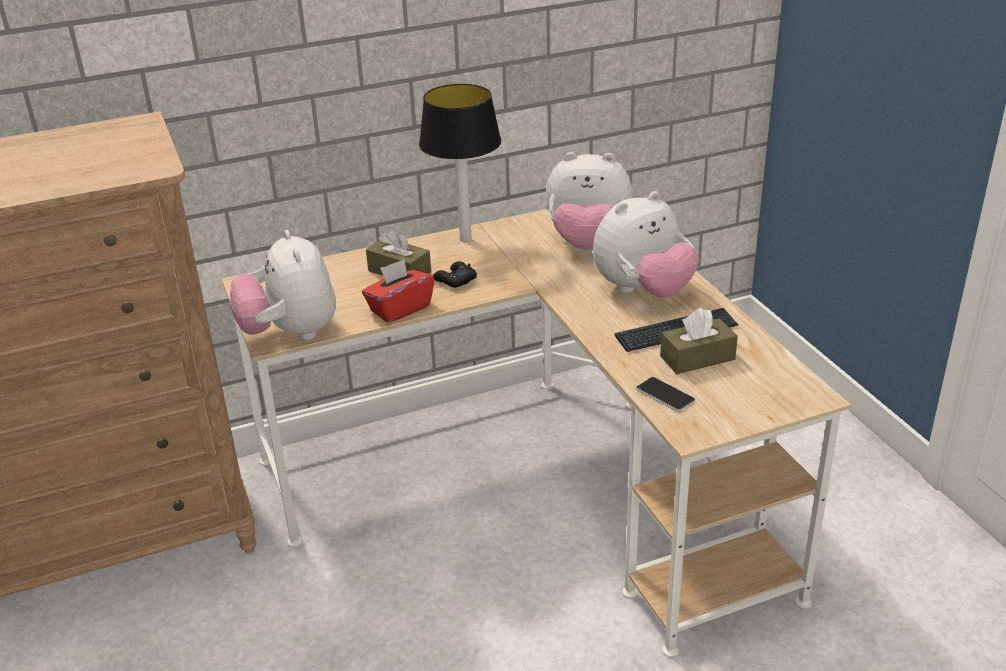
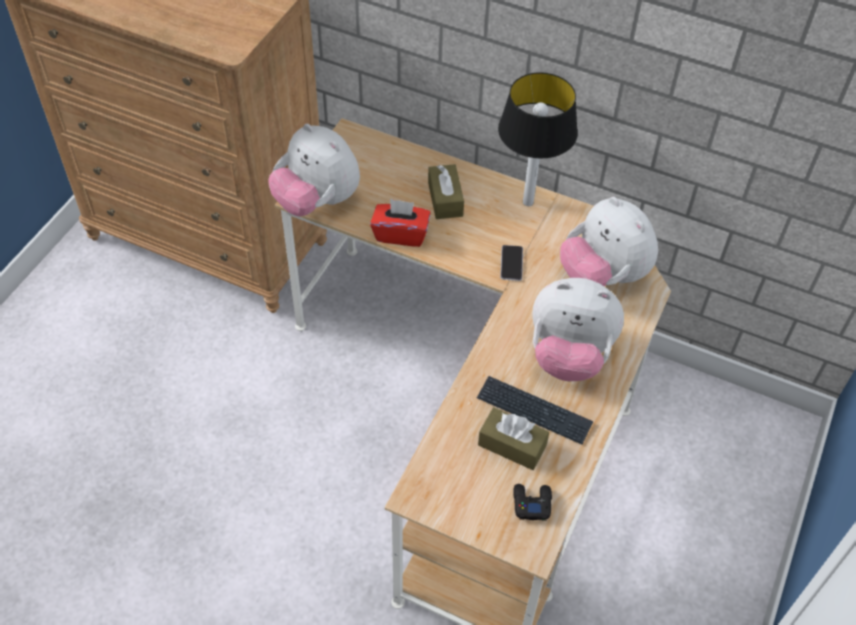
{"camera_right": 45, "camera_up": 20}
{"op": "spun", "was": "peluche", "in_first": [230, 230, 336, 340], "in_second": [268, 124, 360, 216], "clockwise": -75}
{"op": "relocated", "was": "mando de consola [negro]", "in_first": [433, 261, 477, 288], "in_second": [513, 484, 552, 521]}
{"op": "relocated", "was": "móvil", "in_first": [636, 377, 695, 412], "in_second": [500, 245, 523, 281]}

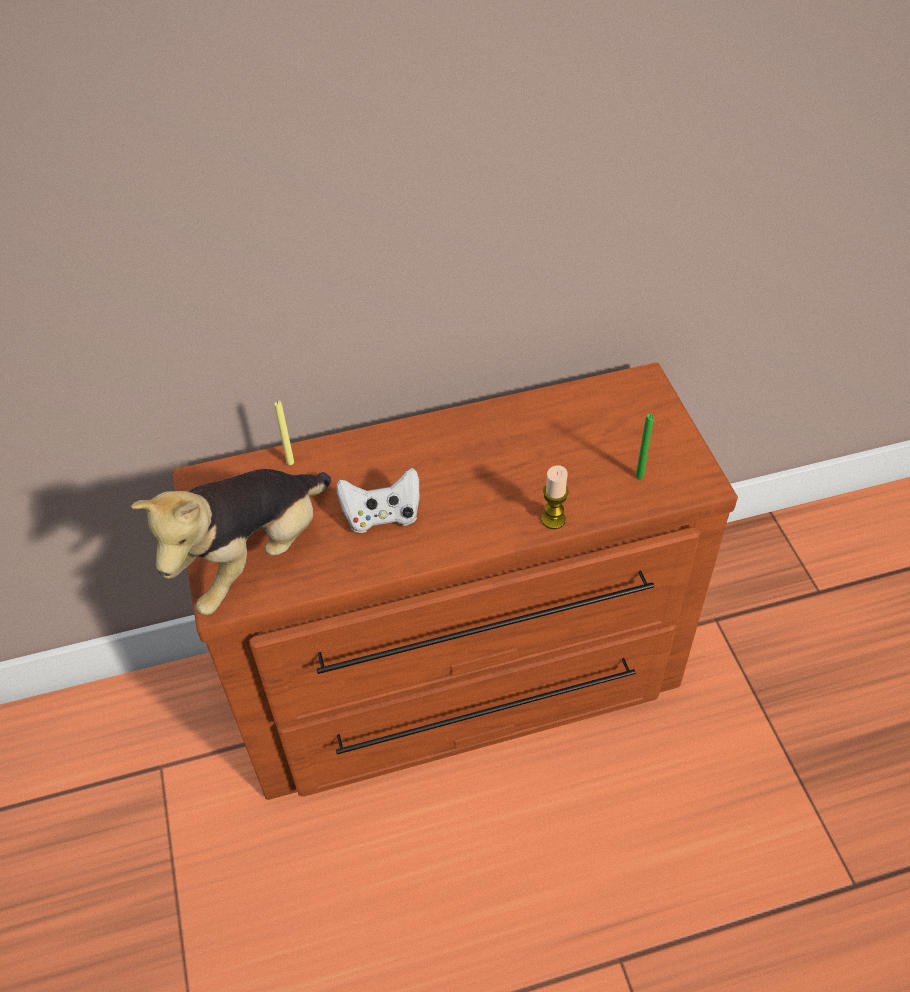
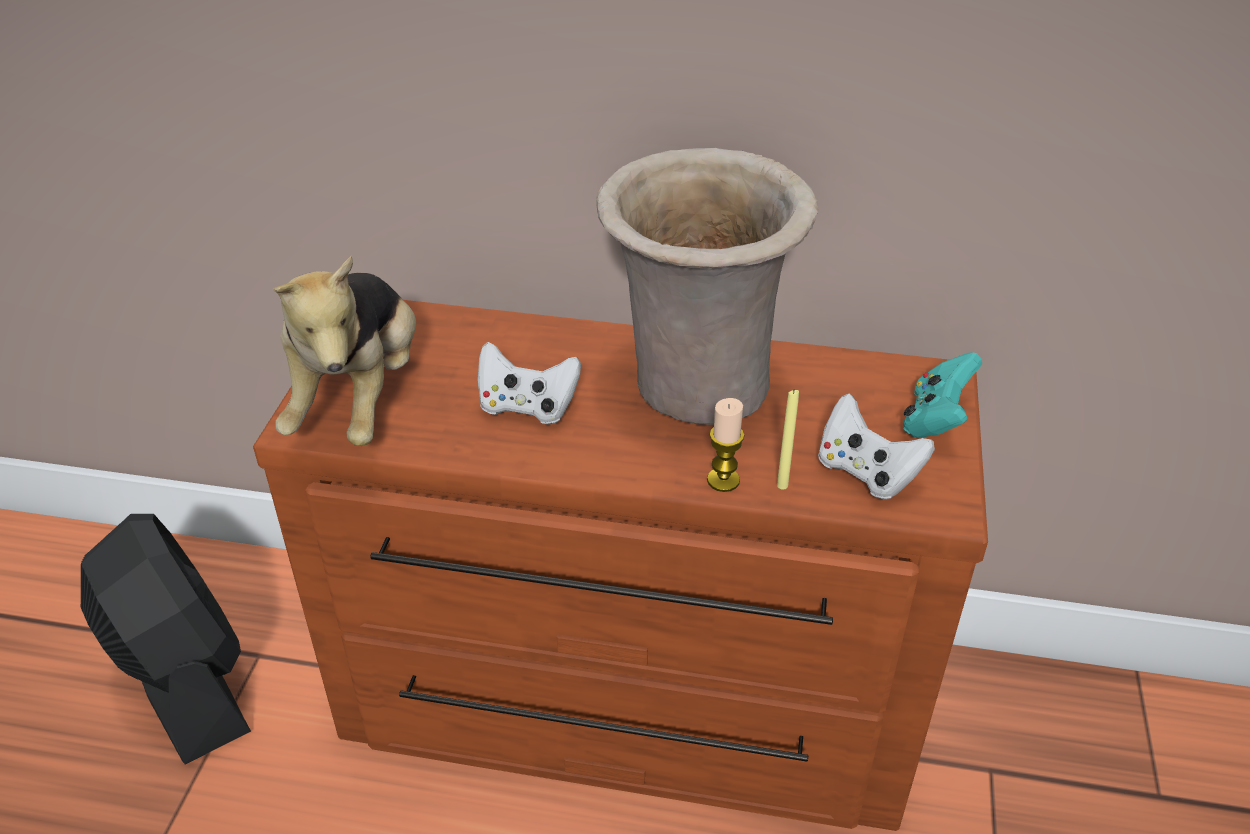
{"camera_right": 25, "camera_up": -10}
{"op": "spun", "was": "peluche", "in_first": [131, 469, 331, 615], "in_second": [273, 256, 416, 446], "clockwise": -60}
{"op": "relocated", "was": "vela [amarillo]", "in_first": [274, 401, 294, 465], "in_second": [777, 390, 799, 490]}
{"op": "exchanged", "was": "vela [verde]", "now": "mando de consola [blanco]", "in_first": [636, 414, 653, 479], "in_second": [818, 394, 935, 500]}
{"op": "appeared", "now": "ventilador [negro]", "in_second": [81, 514, 251, 765]}
{"op": "appeared", "now": "florero [beis]", "in_second": [596, 148, 818, 425]}
{"op": "appeared", "now": "mando de consola [turquesa]", "in_second": [903, 352, 982, 438]}

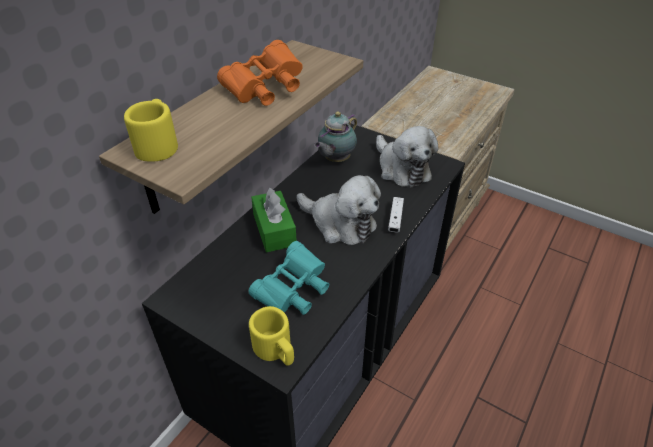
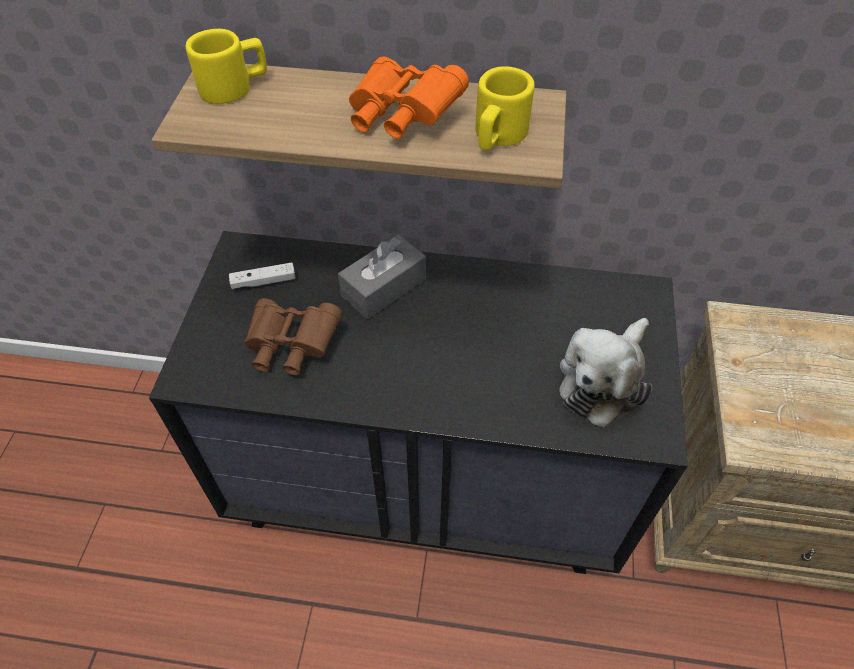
{"camera_right": 65, "camera_up": 10}
{"op": "colour", "was": "prismáticos [turquesa]", "now": "prismáticos [marrón]", "in_first": [248, 241, 329, 315], "in_second": [244, 298, 342, 375]}
{"op": "relocated", "was": "taza grande [amarillo]", "in_first": [249, 306, 294, 366], "in_second": [475, 66, 535, 150]}
{"op": "colour", "was": "caja de pañuelos [verde]", "now": "caja de pañuelos [gris]", "in_first": [251, 188, 297, 252], "in_second": [338, 235, 426, 319]}
{"op": "missing", "was": "peluche", "in_first": [297, 175, 381, 245]}
{"op": "missing", "was": "tetera", "in_first": [314, 112, 357, 162]}
{"op": "relocated", "was": "mando de consola [blanco]", "in_first": [388, 197, 404, 232], "in_second": [229, 262, 295, 289]}

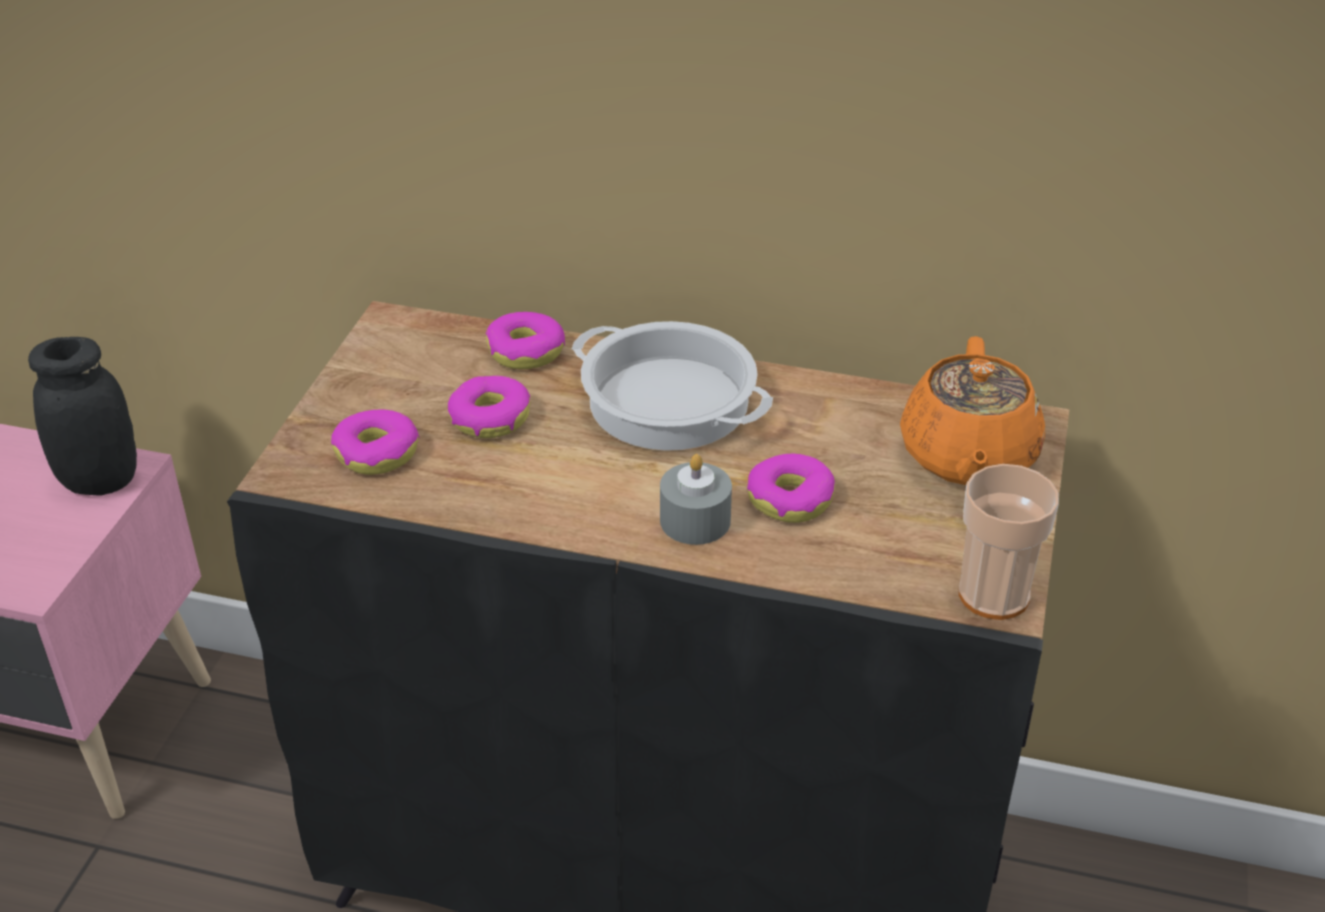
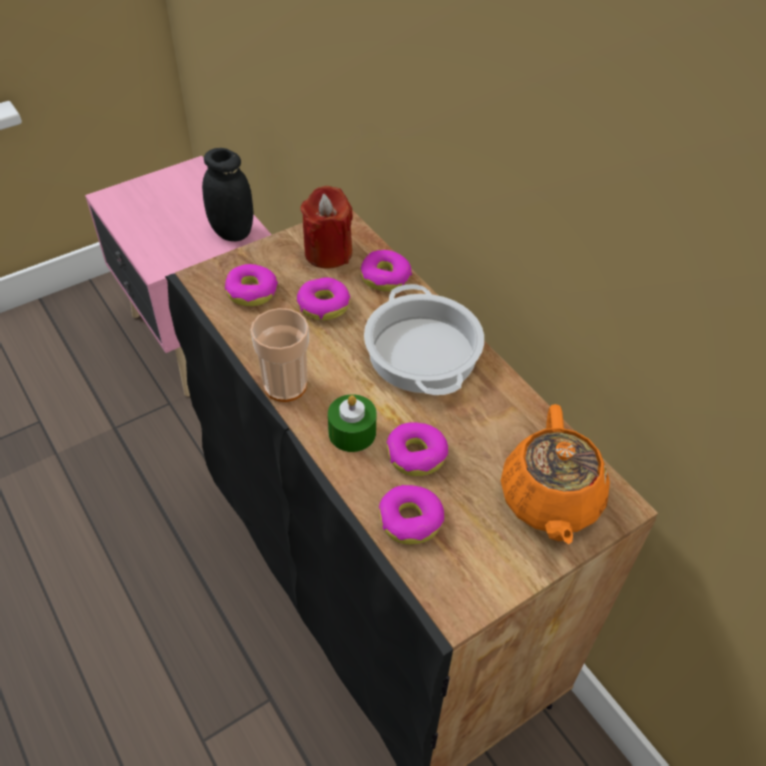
{"camera_right": 40, "camera_up": 10}
{"op": "colour", "was": "vela [gris]", "now": "vela [verde]", "in_first": [660, 454, 732, 545], "in_second": [328, 394, 377, 452]}
{"op": "spun", "was": "tetera [naranja]", "in_first": [900, 336, 1045, 485], "in_second": [500, 404, 610, 544], "clockwise": -45}
{"op": "relocated", "was": "taza", "in_first": [959, 464, 1059, 620], "in_second": [251, 308, 309, 402]}
{"op": "appeared", "now": "vela [rojo]", "in_second": [300, 186, 353, 269]}
{"op": "appeared", "now": "rosquilla", "in_second": [379, 485, 444, 545]}

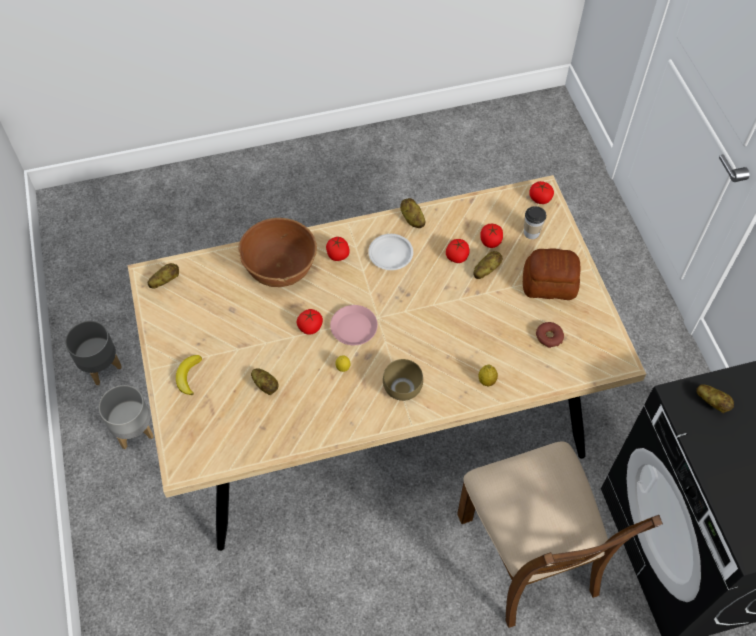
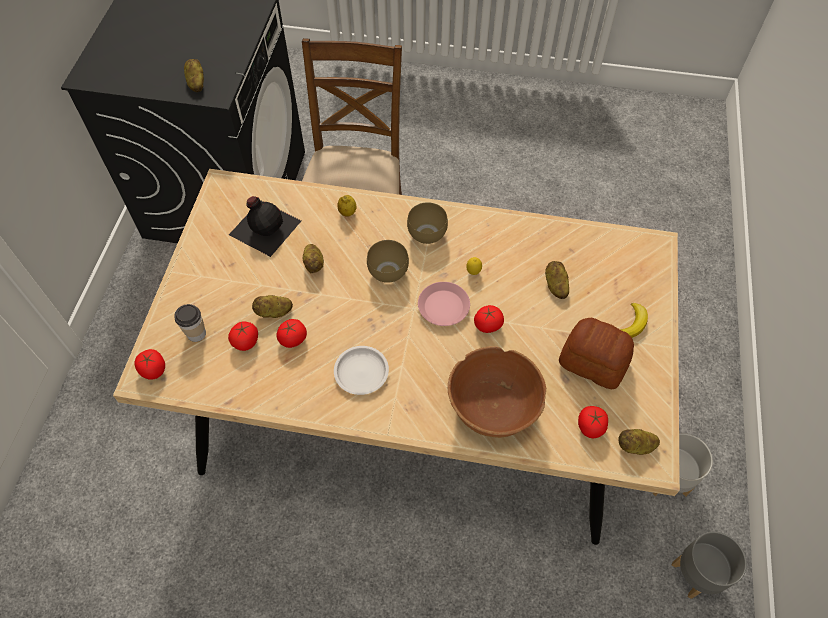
{"camera_right": -155, "camera_up": 0}
{"op": "relocated", "was": "tomate", "in_first": [326, 237, 350, 261], "in_second": [578, 406, 608, 438]}
{"op": "relocated", "was": "patata", "in_first": [400, 198, 426, 228], "in_second": [303, 244, 324, 273]}
{"op": "relocated", "was": "pan", "in_first": [523, 249, 580, 300], "in_second": [559, 318, 634, 389]}
{"op": "exchanged", "was": "rosquilla", "now": "botella [negro]", "in_first": [536, 322, 564, 348], "in_second": [229, 196, 301, 257]}
{"op": "appeared", "now": "cuenco [marrón]", "in_second": [367, 240, 409, 283]}

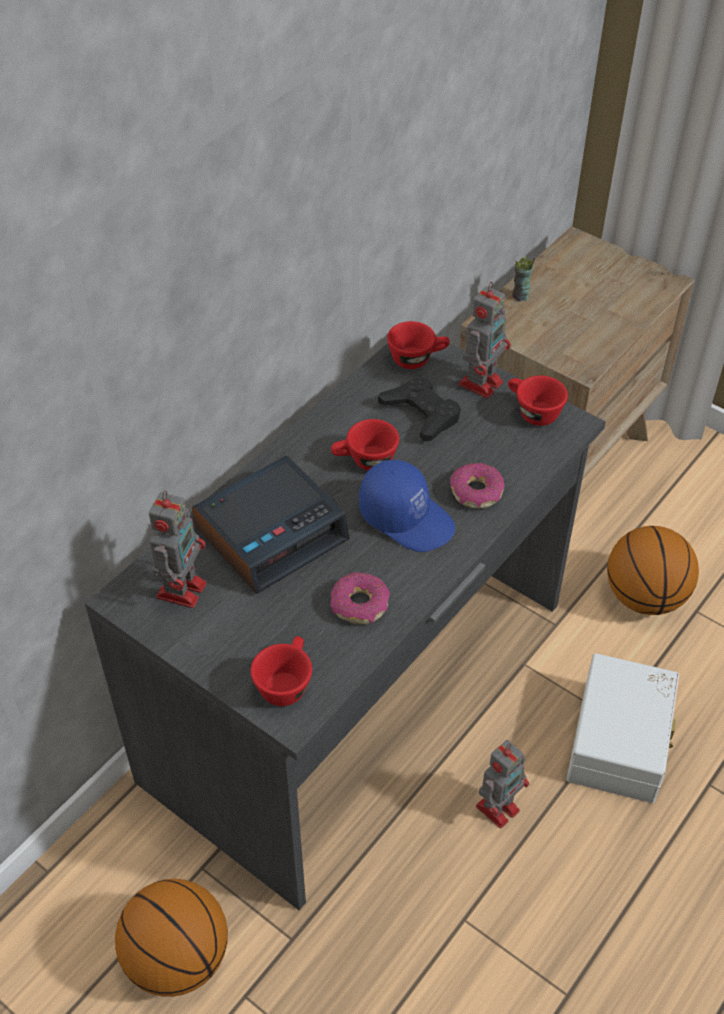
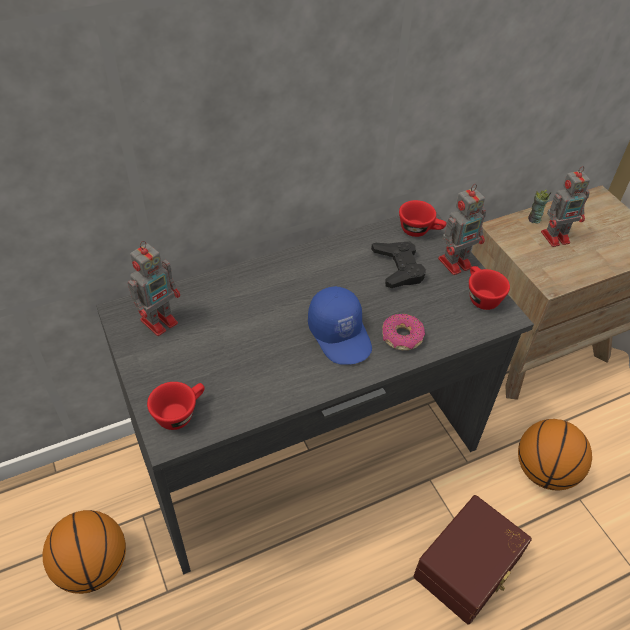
{"camera_right": 25, "camera_up": 0}
{"op": "missing", "was": "despertador", "in_first": [192, 455, 350, 594]}
{"op": "missing", "was": "taza [rojo]", "in_first": [331, 419, 399, 471]}
{"op": "missing", "was": "rosquilla", "in_first": [331, 572, 390, 624]}
{"op": "relocated", "was": "robot de juguete", "in_first": [476, 740, 529, 828], "in_second": [541, 166, 590, 247]}
{"op": "colour", "was": "caja de almacenaje [blanco]", "now": "caja de almacenaje [marrón]", "in_first": [567, 653, 679, 803], "in_second": [413, 495, 532, 625]}

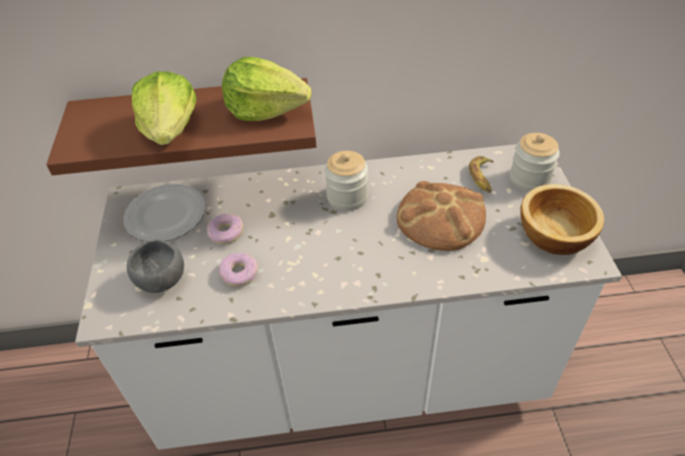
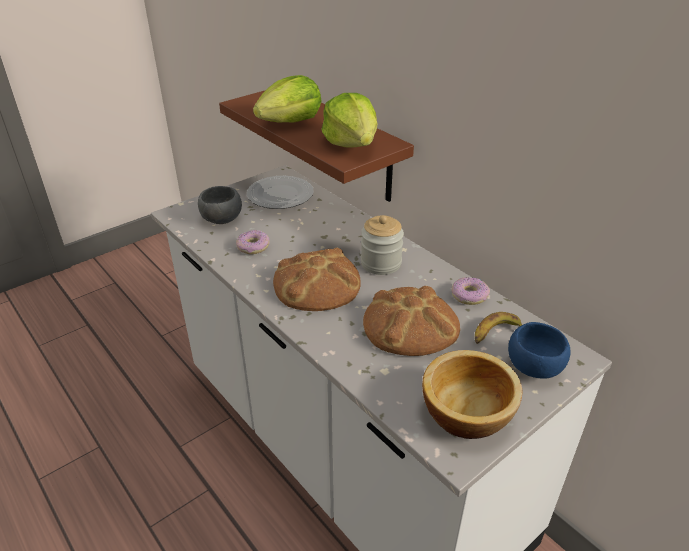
{"camera_right": 55, "camera_up": -10}
{"op": "relocated", "was": "rosquilla", "in_first": [207, 214, 244, 244], "in_second": [451, 277, 490, 305]}
{"op": "exchanged", "was": "tarro", "now": "cuenco [azul]", "in_first": [510, 133, 560, 192], "in_second": [508, 322, 570, 379]}
{"op": "appeared", "now": "pan", "in_second": [273, 248, 361, 311]}

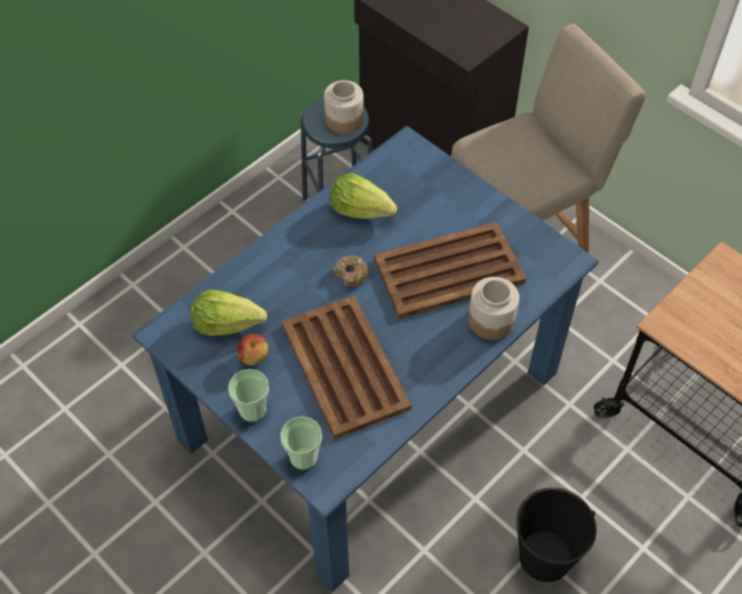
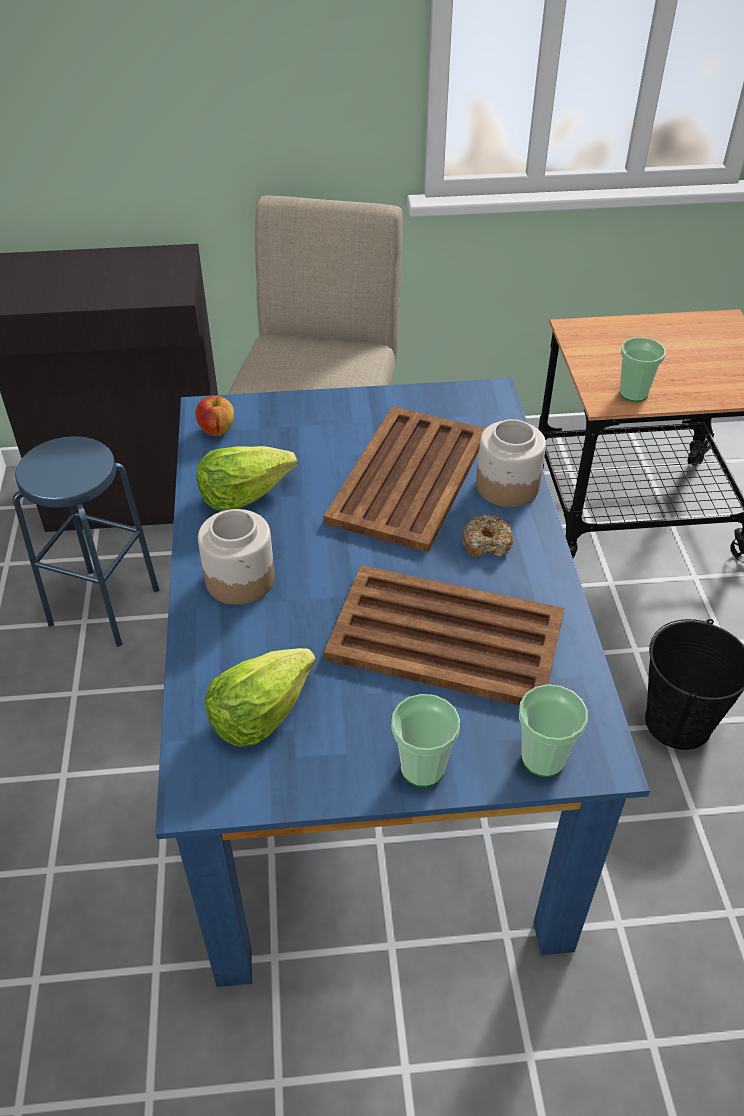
{"camera_right": -50, "camera_up": -10}
{"op": "relocated", "was": "manzana", "in_first": [237, 334, 268, 366], "in_second": [195, 396, 234, 436]}
{"op": "relocated", "was": "tarro", "in_first": [324, 80, 364, 134], "in_second": [198, 509, 275, 605]}
{"op": "relocated", "was": "rosquilla", "in_first": [333, 255, 368, 287], "in_second": [462, 515, 514, 558]}
{"op": "appeared", "now": "taza", "in_second": [619, 337, 666, 402]}

